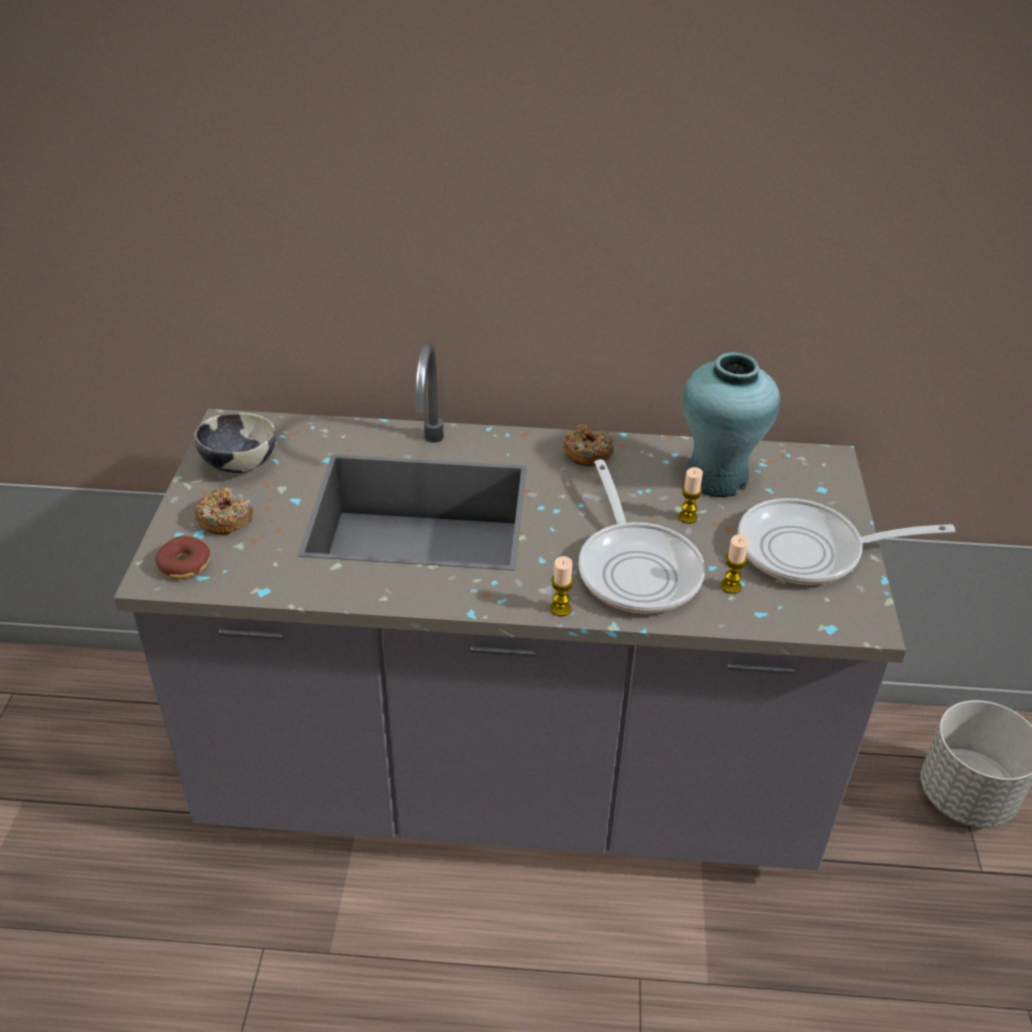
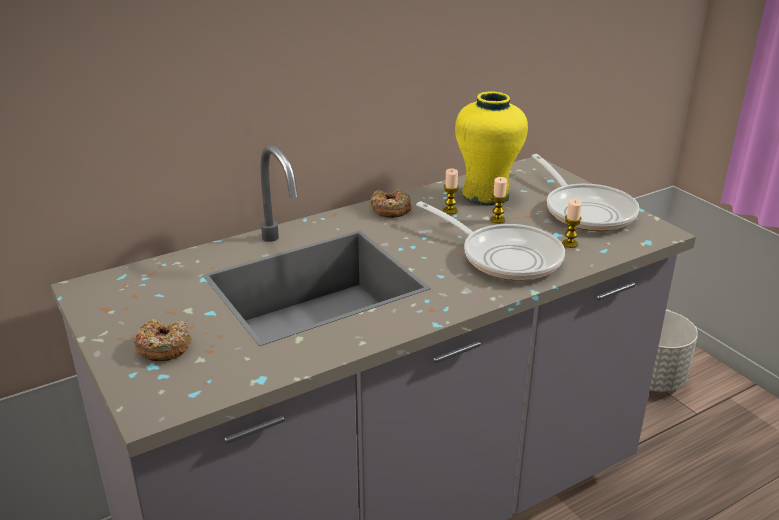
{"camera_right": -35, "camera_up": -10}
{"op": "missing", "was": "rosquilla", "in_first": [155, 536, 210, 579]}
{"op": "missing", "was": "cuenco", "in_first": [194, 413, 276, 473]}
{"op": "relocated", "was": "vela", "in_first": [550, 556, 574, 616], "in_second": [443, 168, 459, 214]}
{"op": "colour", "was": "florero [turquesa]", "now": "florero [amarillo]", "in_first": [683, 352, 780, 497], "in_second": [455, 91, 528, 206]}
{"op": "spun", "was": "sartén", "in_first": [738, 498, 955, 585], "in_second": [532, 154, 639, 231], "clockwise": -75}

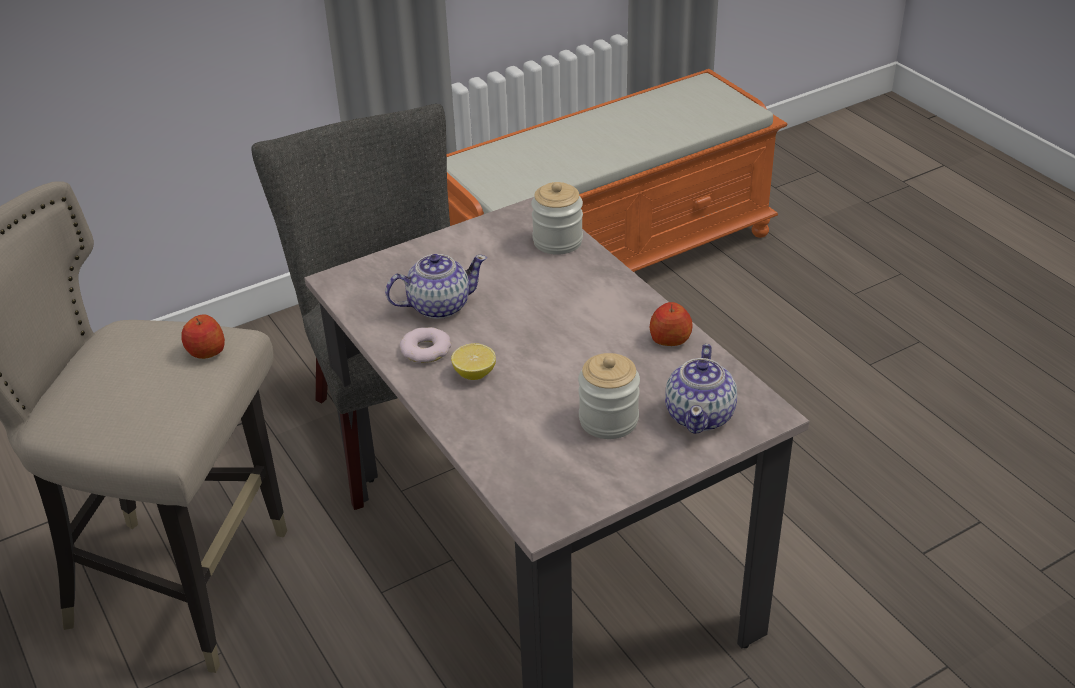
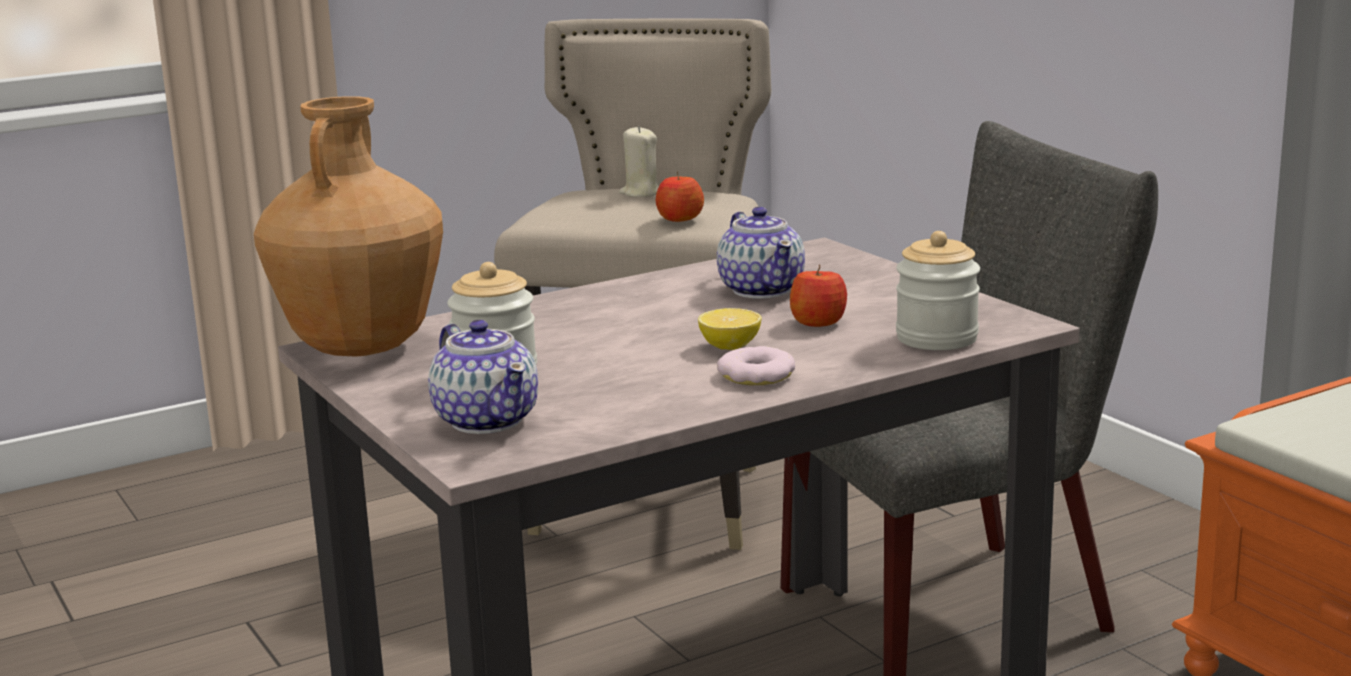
{"camera_right": 90, "camera_up": -20}
{"op": "relocated", "was": "rosquilla", "in_first": [400, 327, 451, 363], "in_second": [717, 346, 795, 385]}
{"op": "relocated", "was": "limón", "in_first": [451, 343, 496, 380], "in_second": [698, 308, 762, 350]}
{"op": "relocated", "was": "manzana", "in_first": [650, 302, 693, 346], "in_second": [790, 264, 847, 327]}
{"op": "spun", "was": "tetera", "in_first": [665, 344, 737, 434], "in_second": [428, 320, 538, 434], "clockwise": -135}
{"op": "appeared", "now": "florero [marrón]", "in_second": [254, 96, 443, 356]}
{"op": "appeared", "now": "vela [beis]", "in_second": [619, 126, 659, 197]}

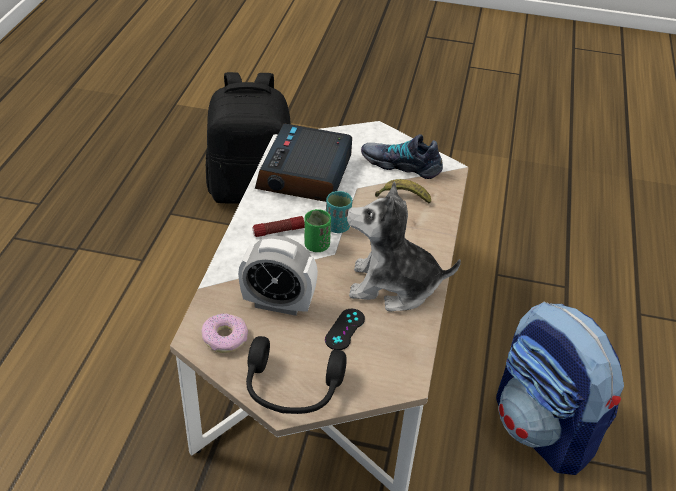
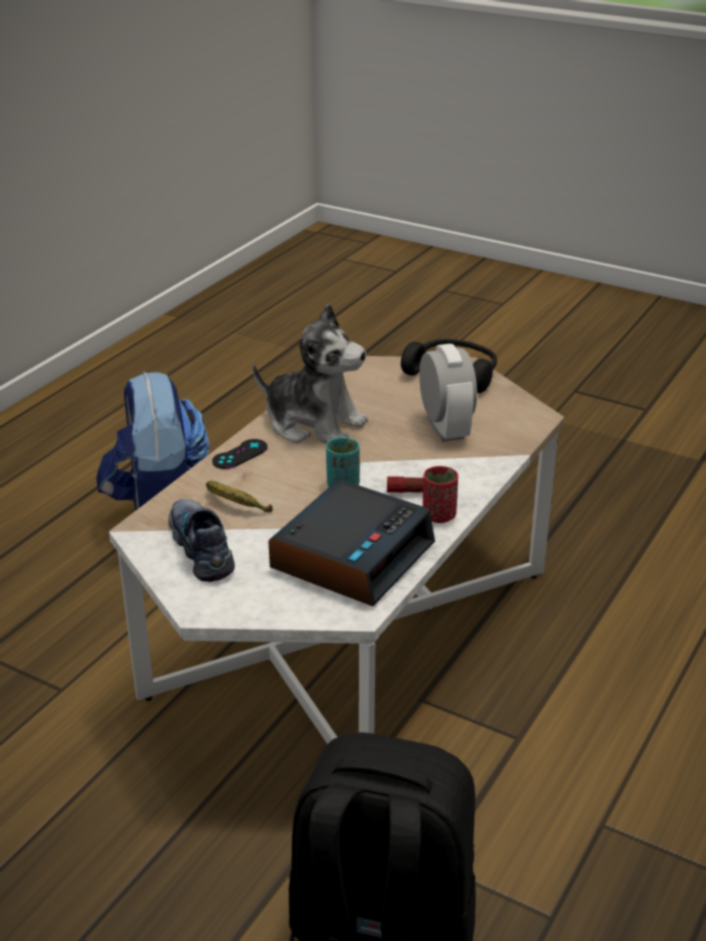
{"camera_right": -160, "camera_up": -10}
{"op": "missing", "was": "rosquilla", "in_first": [201, 313, 248, 353]}
{"op": "spun", "was": "despertador", "in_first": [238, 236, 318, 316], "in_second": [419, 344, 477, 442], "clockwise": 45}
{"op": "missing", "was": "taza [verde]", "in_first": [304, 209, 331, 252]}
{"op": "relocated", "was": "mando de consola [negro]", "in_first": [325, 309, 365, 350], "in_second": [212, 439, 268, 469]}
{"op": "spun", "was": "zapato", "in_first": [361, 134, 443, 179], "in_second": [169, 499, 235, 582], "clockwise": -150}
{"op": "appeared", "now": "taza [rojo]", "in_second": [423, 466, 458, 523]}

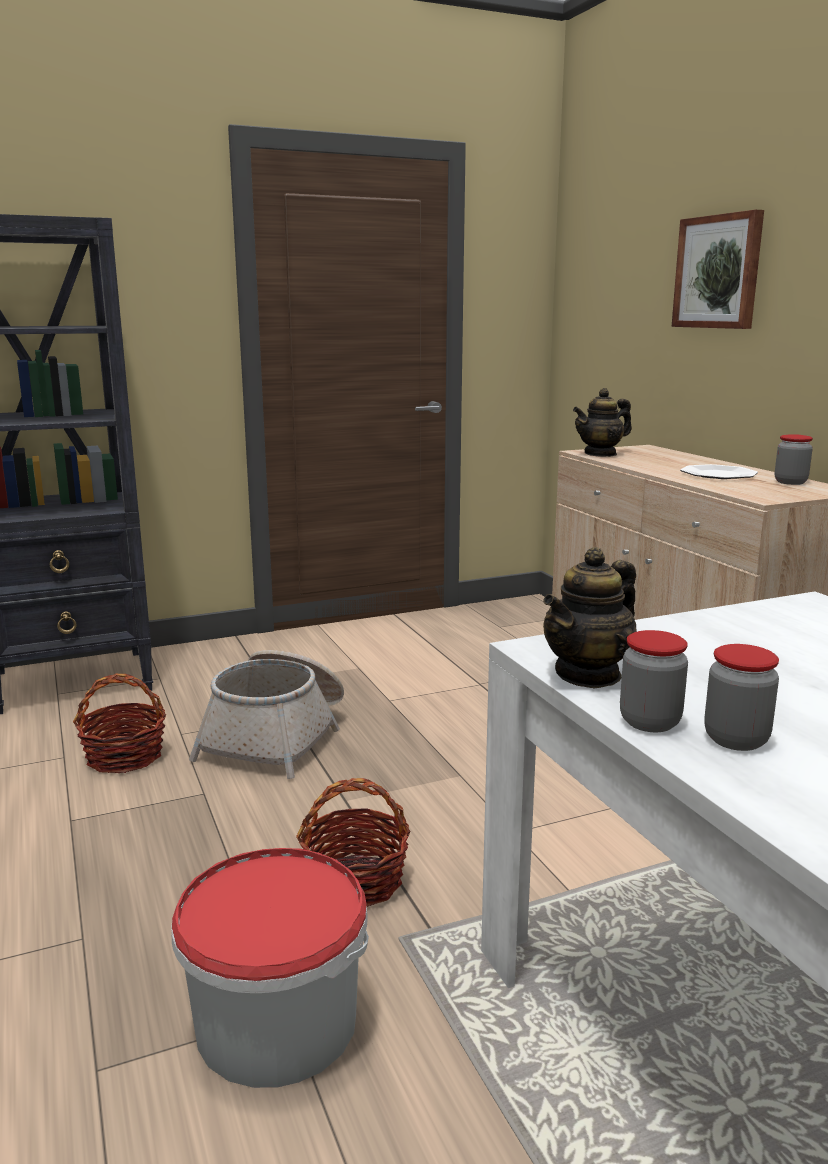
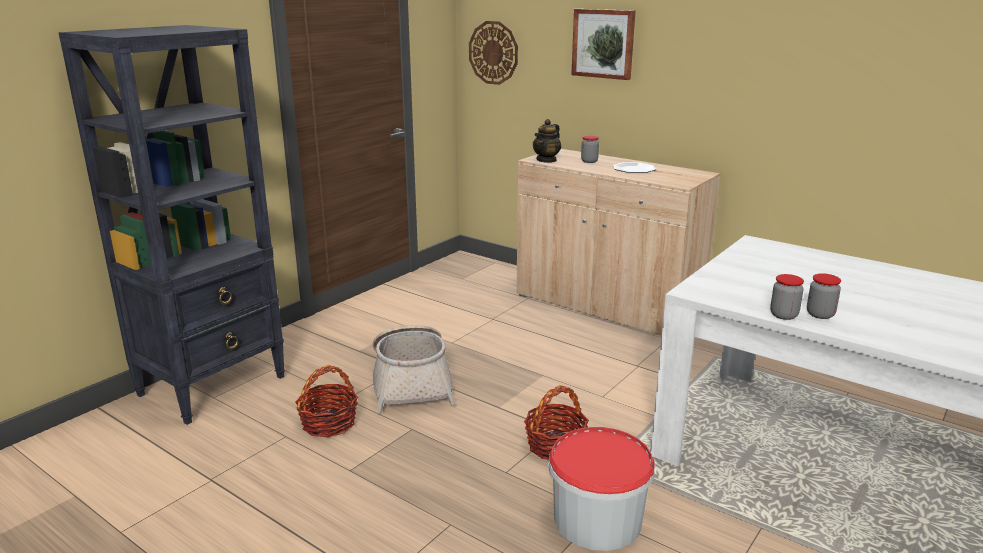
{"camera_right": -30, "camera_up": 5}
{"op": "missing", "was": "tetera", "in_first": [543, 547, 637, 688]}
{"op": "relocated", "was": "tarro", "in_first": [775, 434, 813, 485], "in_second": [581, 136, 599, 163]}
{"op": "appeared", "now": "reloj de pared", "in_second": [469, 21, 518, 85]}

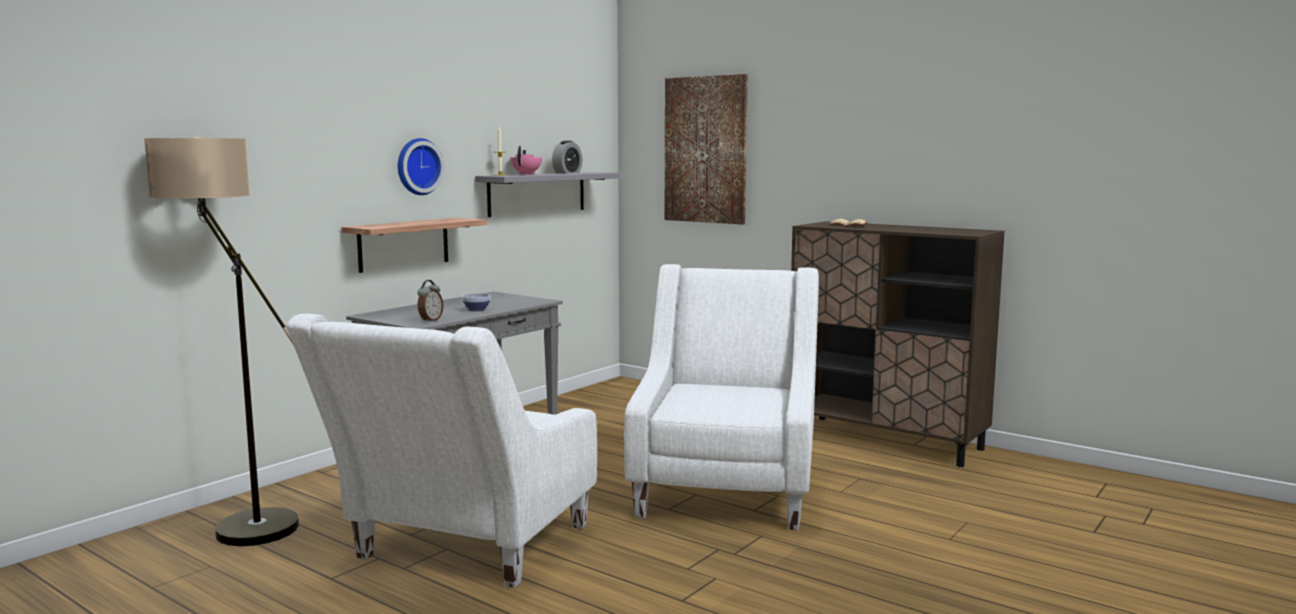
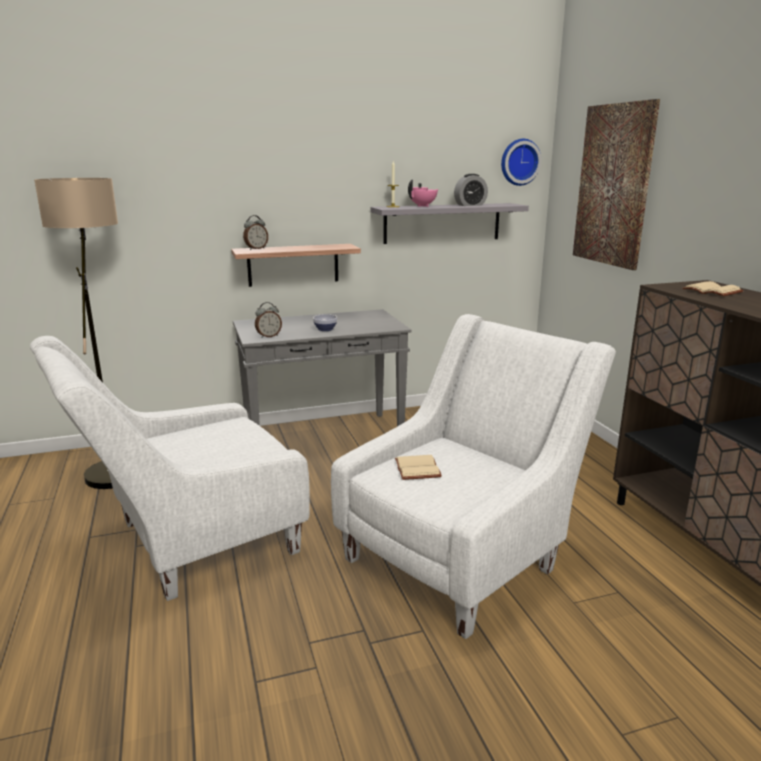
{"camera_right": 35, "camera_up": 10}
{"op": "relocated", "was": "reloj de pared", "in_first": [398, 138, 444, 195], "in_second": [501, 139, 541, 186]}
{"op": "appeared", "now": "despertador", "in_second": [243, 215, 268, 250]}
{"op": "appeared", "now": "libro [beis]", "in_second": [395, 455, 442, 480]}

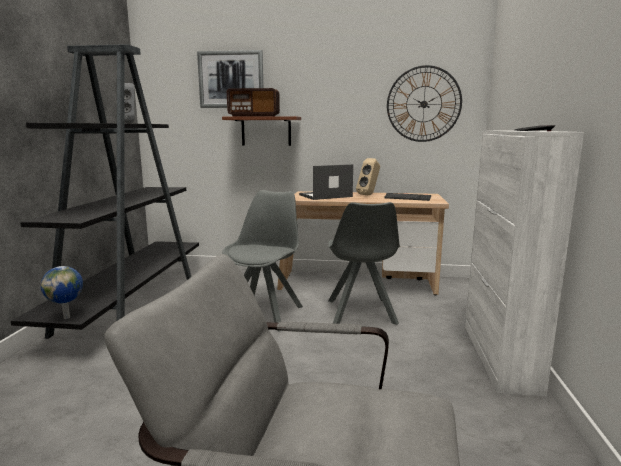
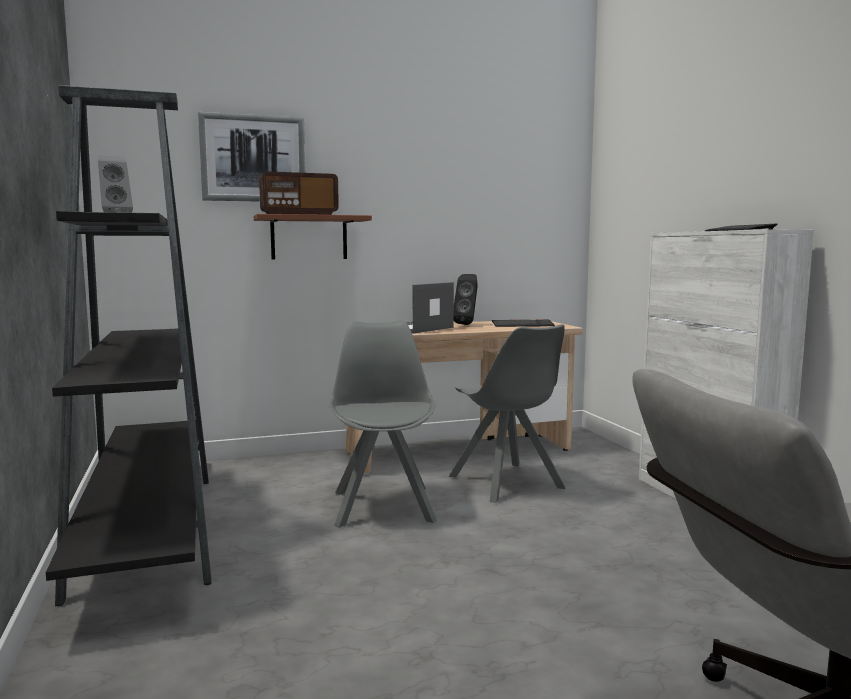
{"camera_right": -25, "camera_up": -5}
{"op": "missing", "was": "globo terráqueo", "in_first": [41, 266, 83, 319]}
{"op": "colour", "was": "altavoz [beis]", "now": "altavoz [negro]", "in_first": [356, 158, 380, 195], "in_second": [454, 274, 478, 325]}
{"op": "missing", "was": "reloj de pared", "in_first": [387, 65, 462, 142]}

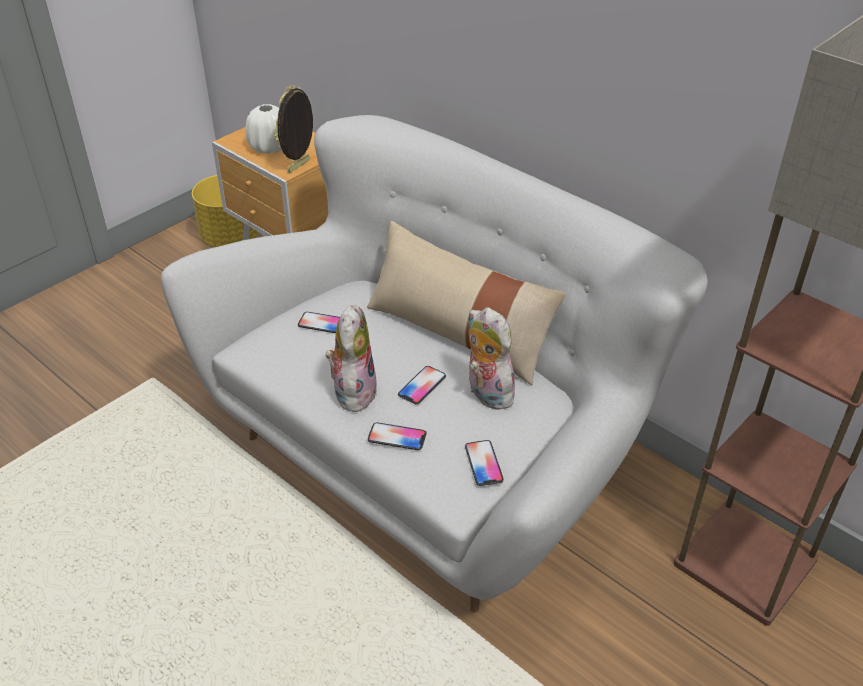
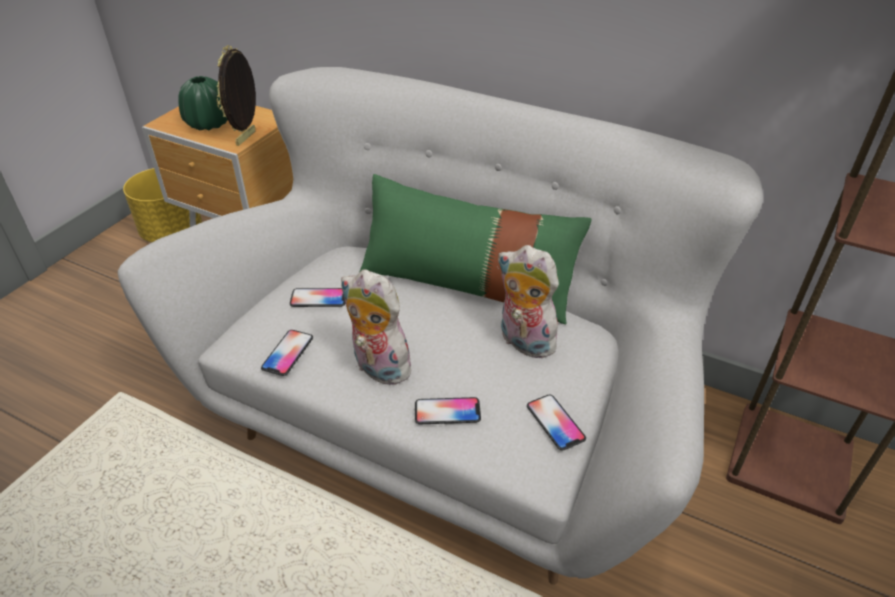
{"camera_right": -15, "camera_up": 0}
{"op": "colour", "was": "florero [blanco]", "now": "florero [verde]", "in_first": [245, 104, 282, 154], "in_second": [178, 76, 228, 130]}
{"op": "spun", "was": "peluche", "in_first": [326, 305, 377, 412], "in_second": [341, 269, 414, 385], "clockwise": -45}
{"op": "colour", "was": "cojín [beis]", "now": "cojín [verde]", "in_first": [367, 221, 566, 385], "in_second": [360, 174, 592, 324]}
{"op": "relocated", "was": "móvil", "in_first": [398, 366, 446, 405], "in_second": [261, 330, 313, 376]}

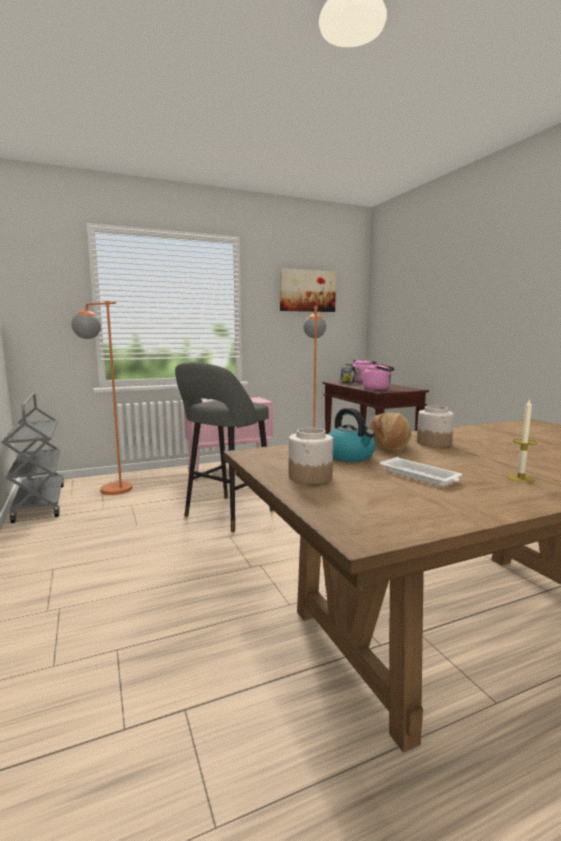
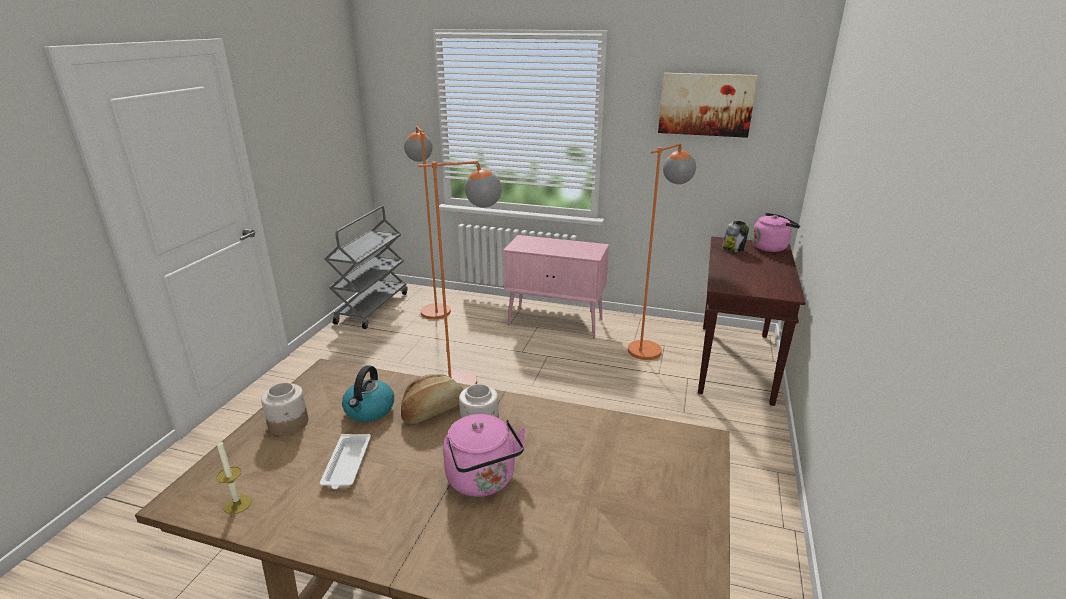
{"camera_right": 40, "camera_up": 15}
{"op": "exchanged", "was": "taburete [gris]", "now": "lámpara de pie [naranja]", "in_first": [175, 362, 274, 532], "in_second": [418, 161, 502, 385]}
{"op": "relocated", "was": "hervidor [rosa]", "in_first": [363, 363, 395, 390], "in_second": [443, 414, 526, 497]}
{"op": "relocated", "was": "vela", "in_first": [507, 398, 537, 483], "in_second": [217, 439, 252, 514]}

